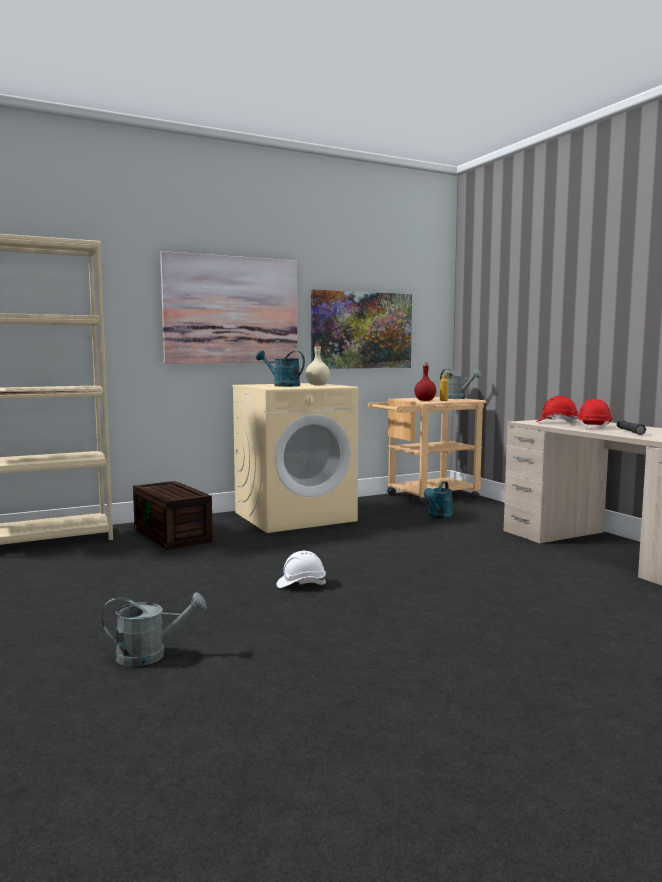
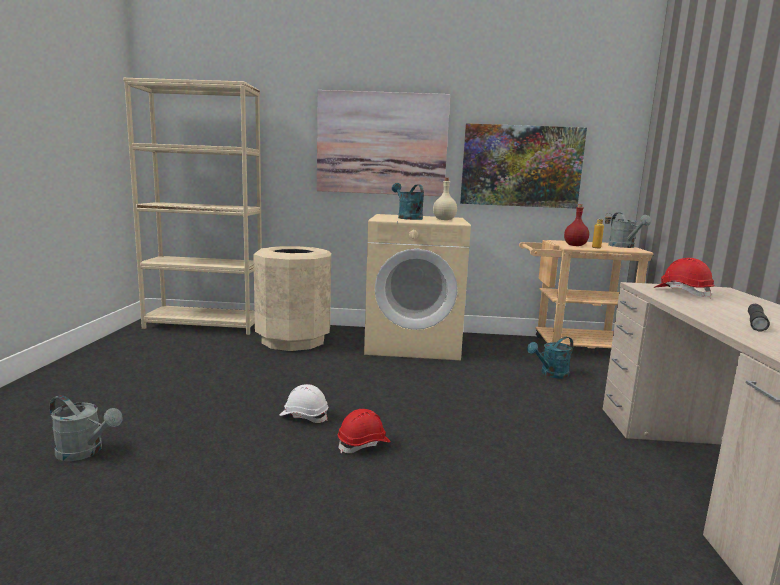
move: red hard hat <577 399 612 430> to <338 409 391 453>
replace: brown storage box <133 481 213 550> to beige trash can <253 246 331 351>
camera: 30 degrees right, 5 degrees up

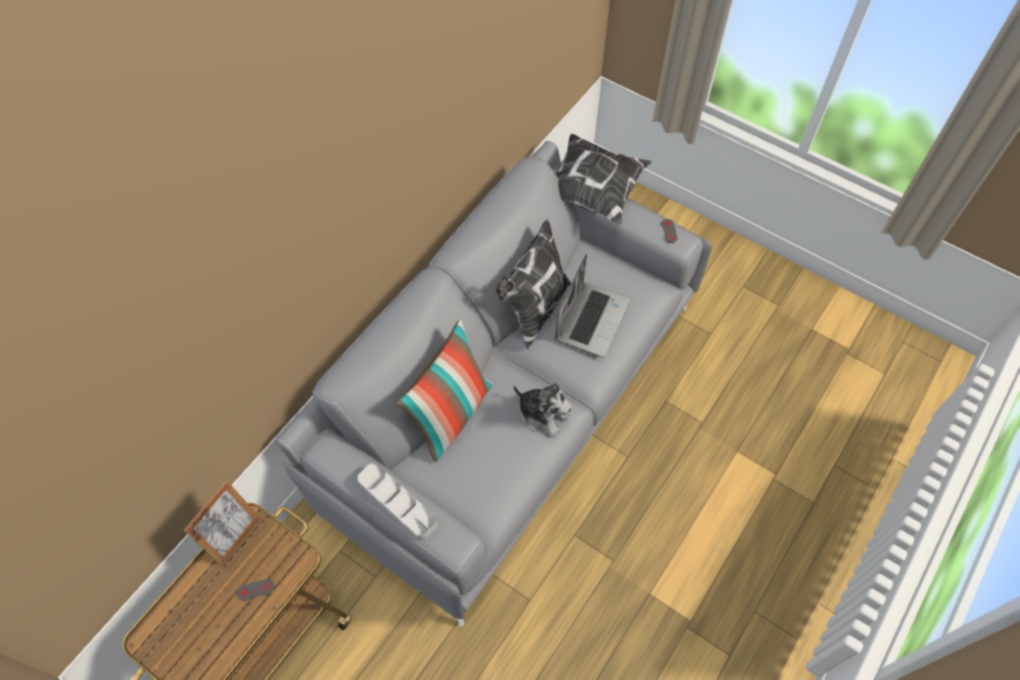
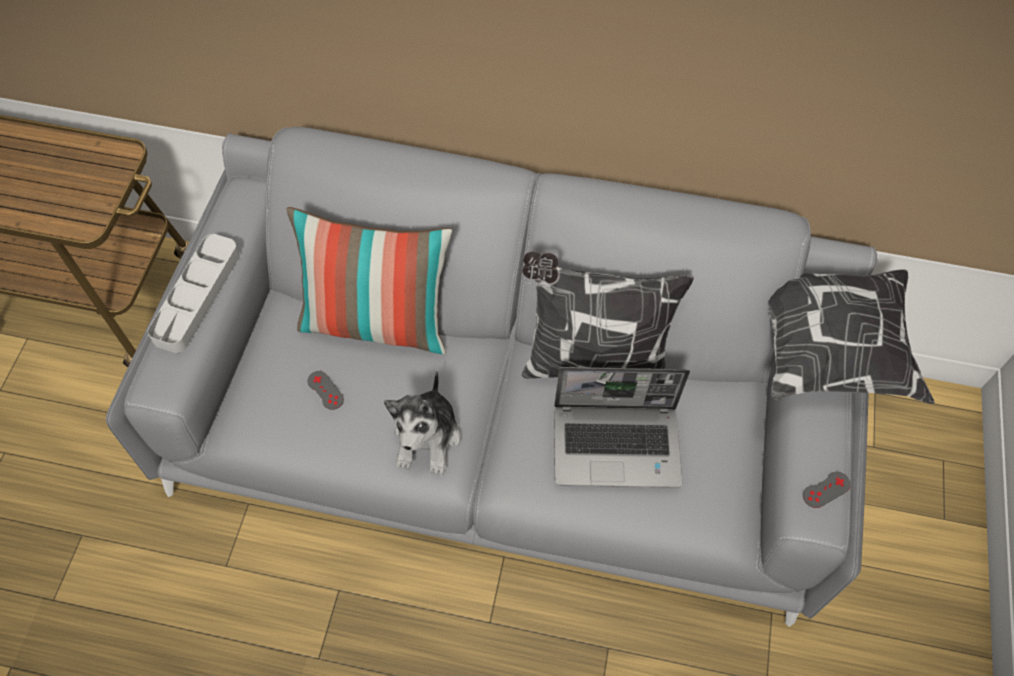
delete: picture frame <184 480 260 565>
move: grey game controller <237 579 275 601> to <307 371 344 410>
camera: 65 degrees right, 0 degrees up

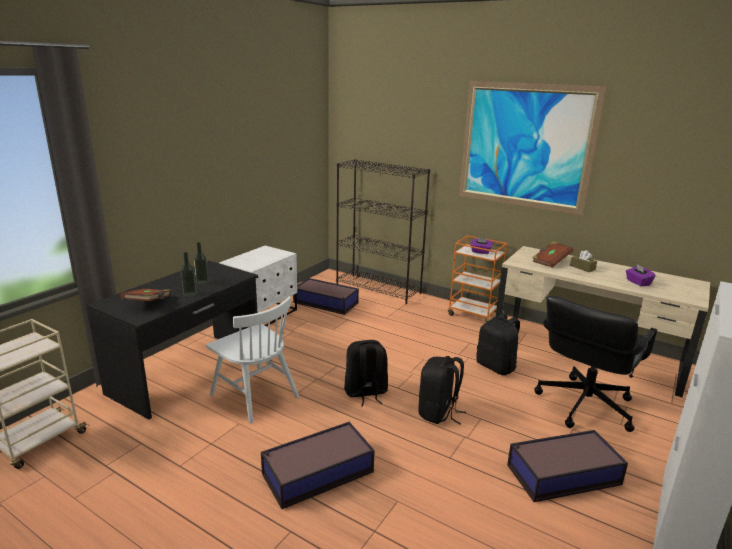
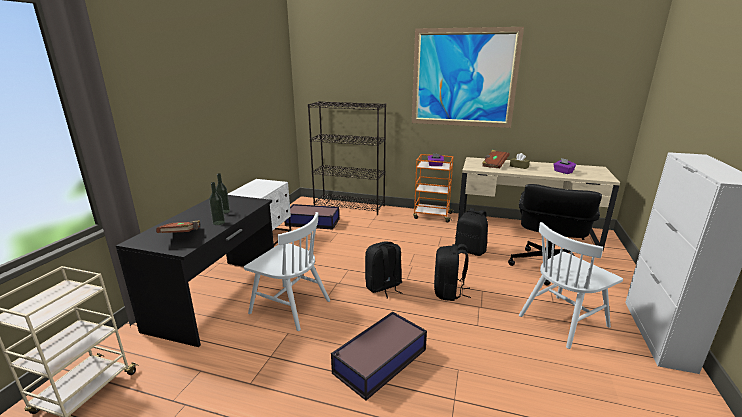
replace: storage box <507 430 628 502> to white chair <519 222 623 349>
camera: 15 degrees left, 0 degrees up

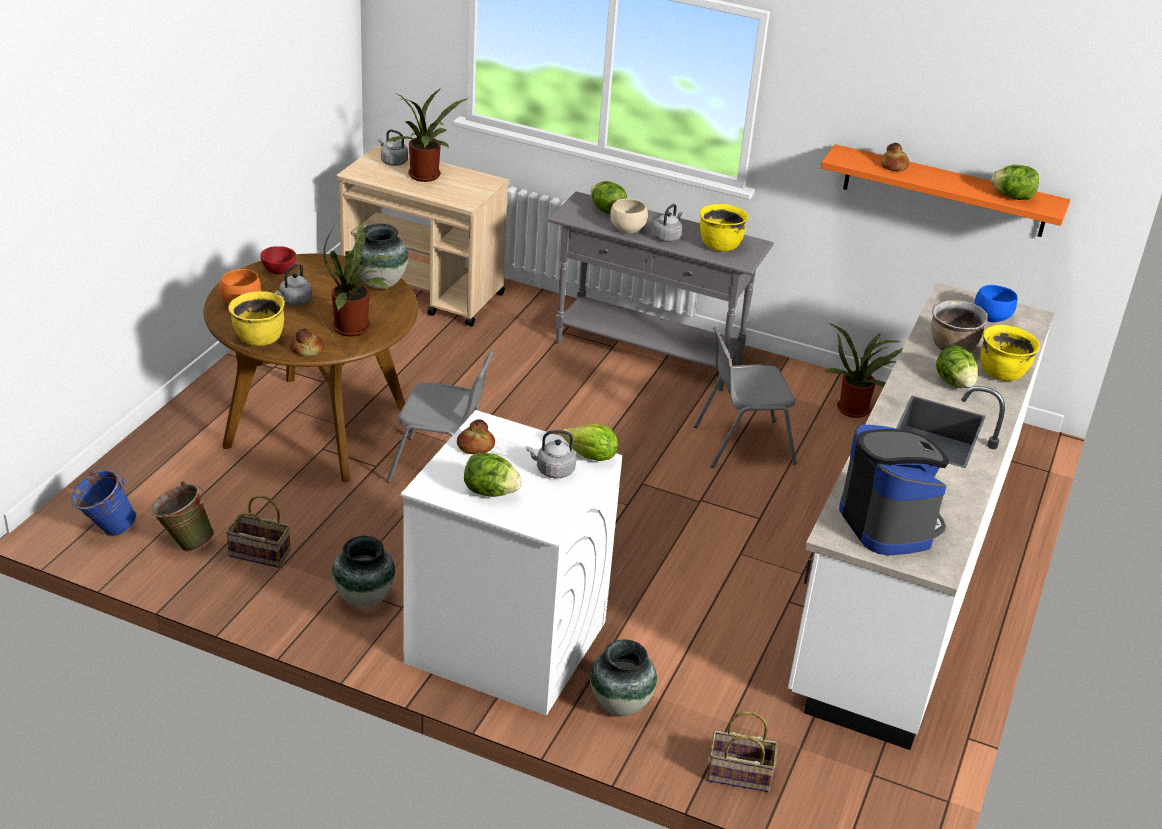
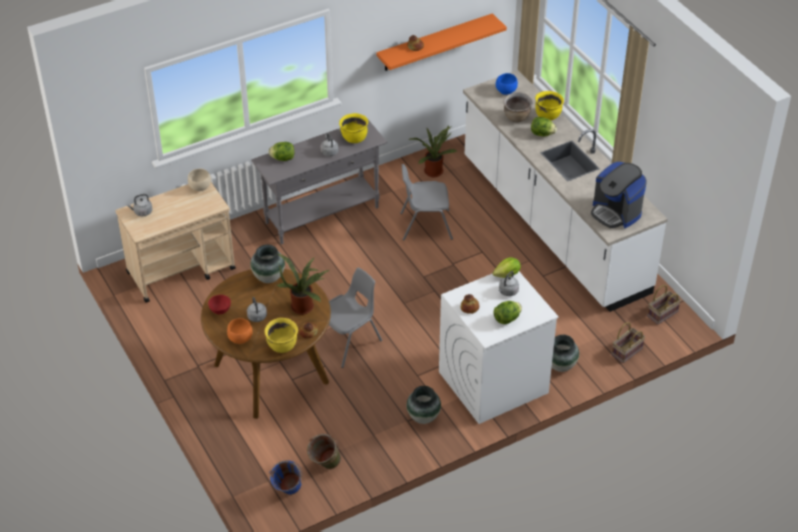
delete: potted plant <385 87 467 182>; lettuce <991 165 1039 200>
move: beige bowl <610 198 648 234> to <188 169 211 191>; basket <225 495 291 568> to <647 285 681 324>
rotate: grey chair <694 327 797 468> = <400 164 453 241> 60 degrees clockwise; coffee machine <839 424 949 555> = <591 162 647 228> 150 degrees counterclockwise
camera: 50 degrees left, 10 degrees up

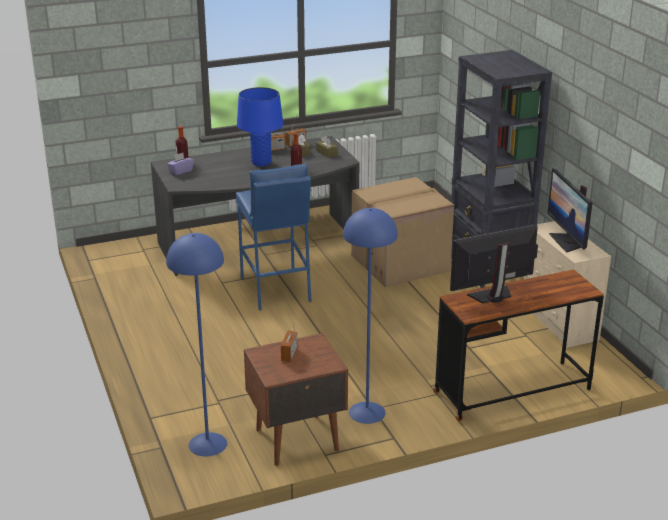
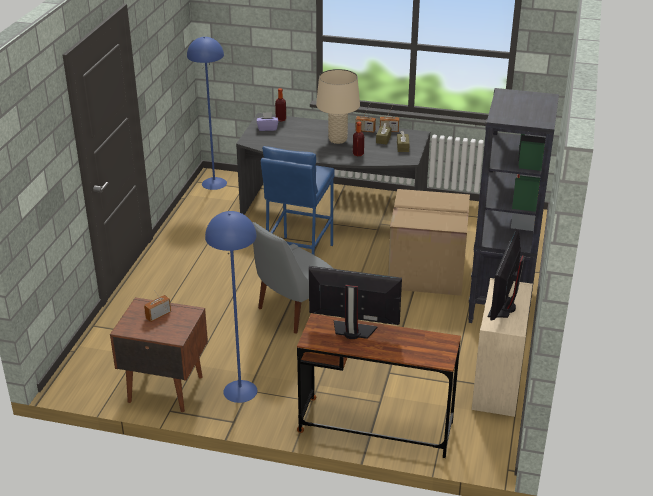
insert: grey chair <253 222 334 334>
move: blue floor lamp <166 233 227 456> to <187 37 227 190>
recolor: blue table lamp <237 87 283 166> to beige table lamp <316 69 360 144>
camera: 35 degrees right, 5 degrees up

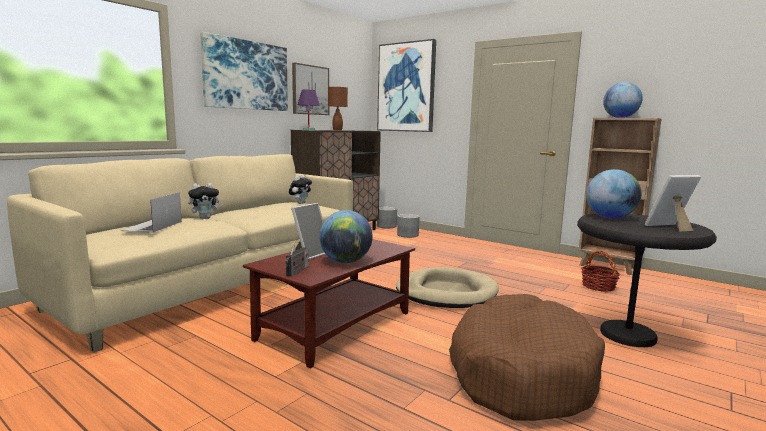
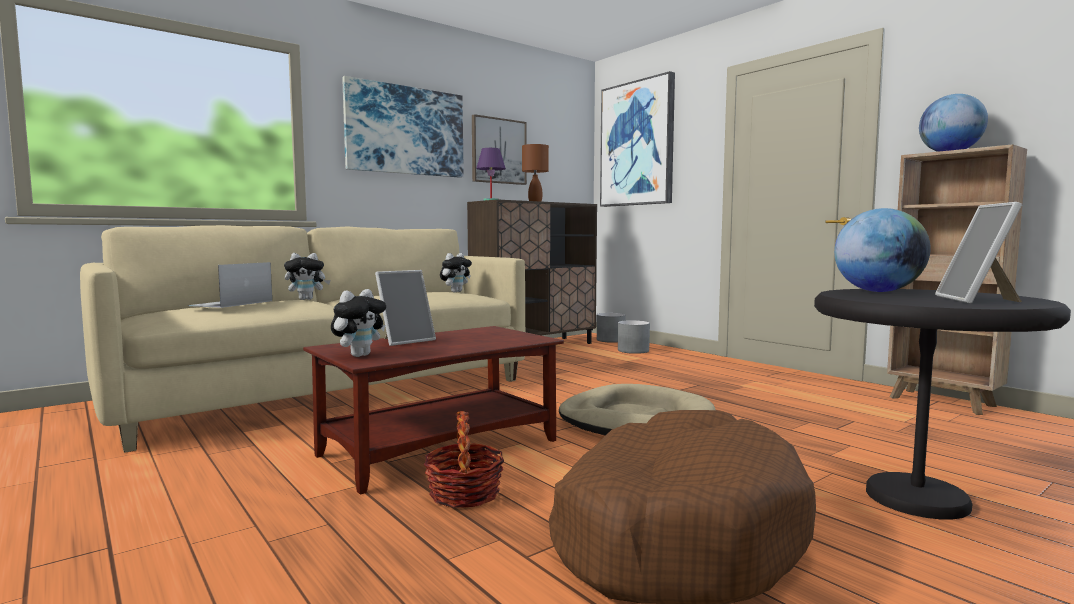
delete: globe <320 210 373 263>
move: basket <581 251 620 292> to <424 411 504 508>
replace: radio <285 242 308 277> to plush toy <331 289 386 357>
rotate: picture frame <645 175 701 232> = <935 202 1023 303> 75 degrees counterclockwise
camera: 15 degrees right, 5 degrees down

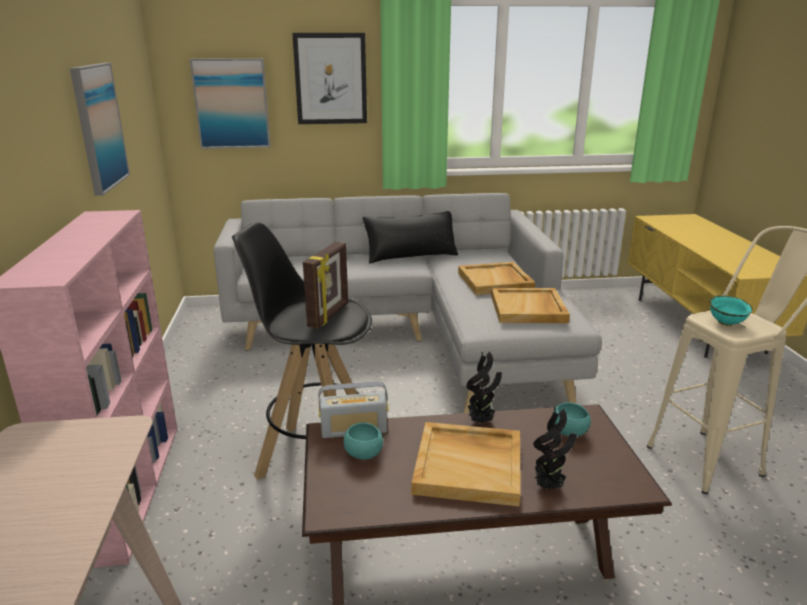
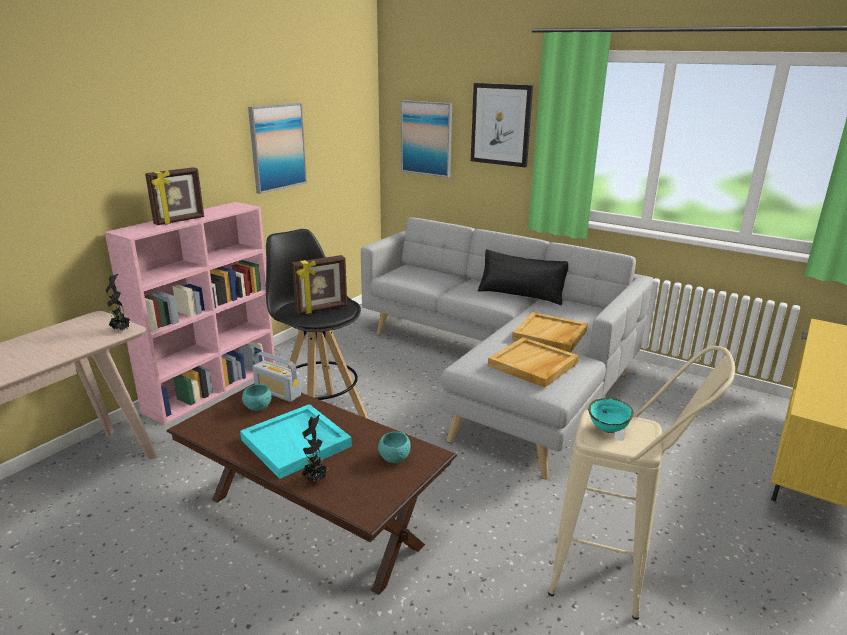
insert: picture frame <145 167 204 225>
move: potted plant <466 352 502 424> to <106 274 132 331>
recolor: beige tray <411 422 521 507> to turquoise tray <240 404 352 479>
camera: 40 degrees right, 0 degrees up

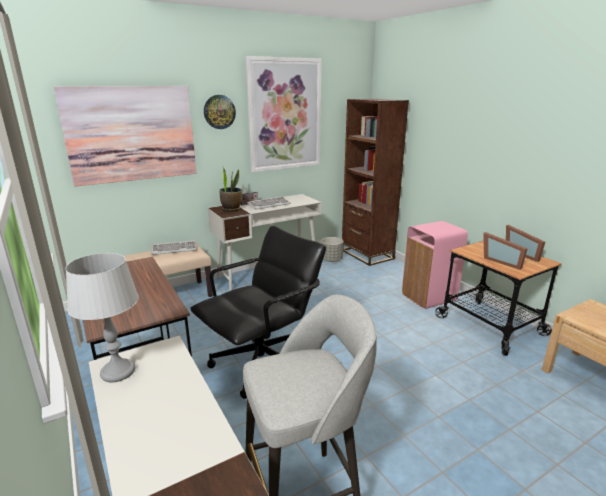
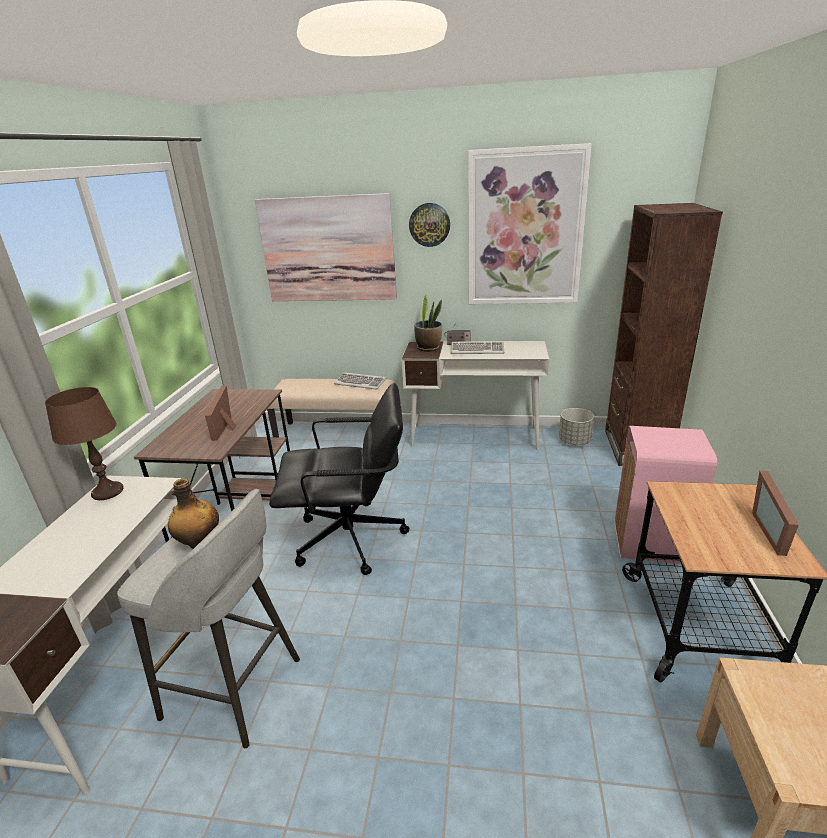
insert: bottle <168 478 219 549>
move: picture frame <483 232 527 270> to <205 386 237 441>
recolor: grey table lamp <65 253 139 382> to brown table lamp <45 387 123 500>
camera: 40 degrees right, 5 degrees up

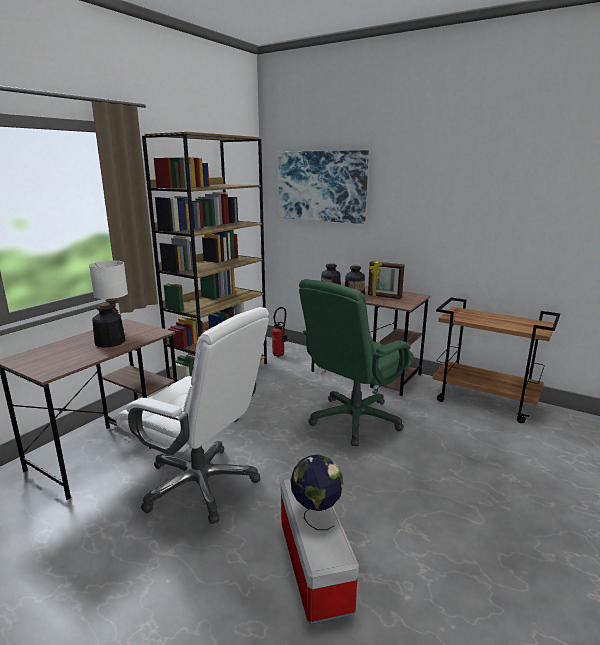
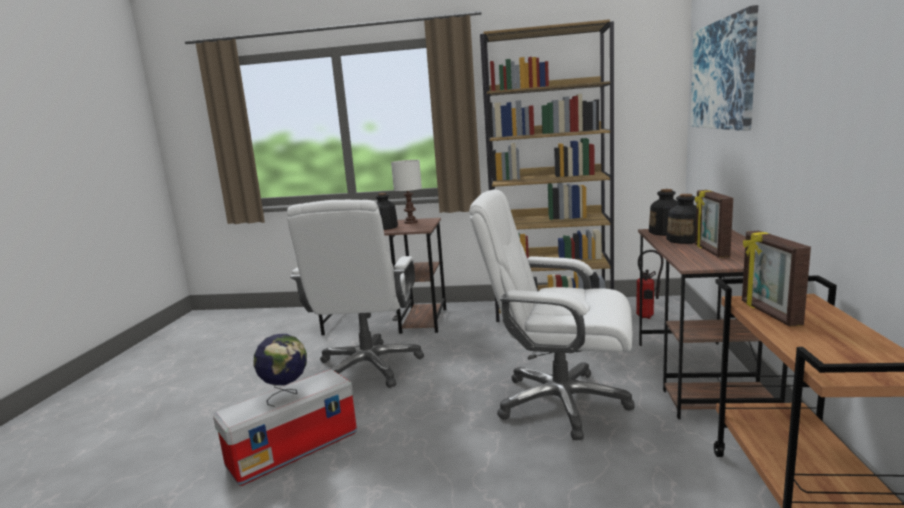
insert: picture frame <742 230 811 327>
recolor: green office chair <299 279 414 446> to white office chair <469 189 635 440>
camera: 65 degrees right, 5 degrees down

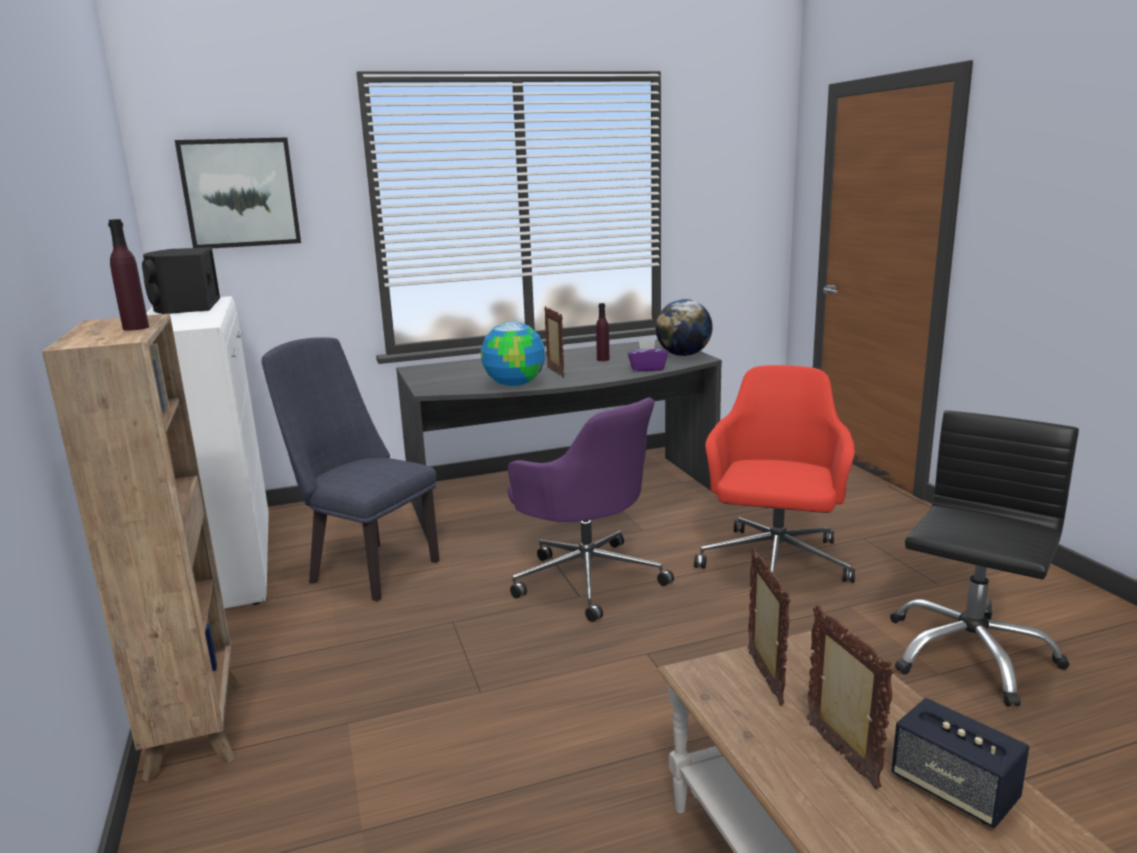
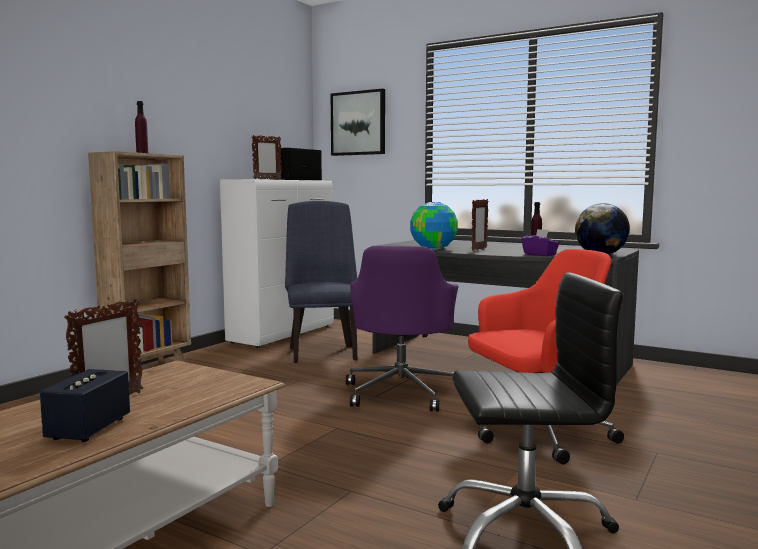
move: picture frame <748 547 791 705> to <252 135 282 180>
camera: 50 degrees right, 10 degrees down

